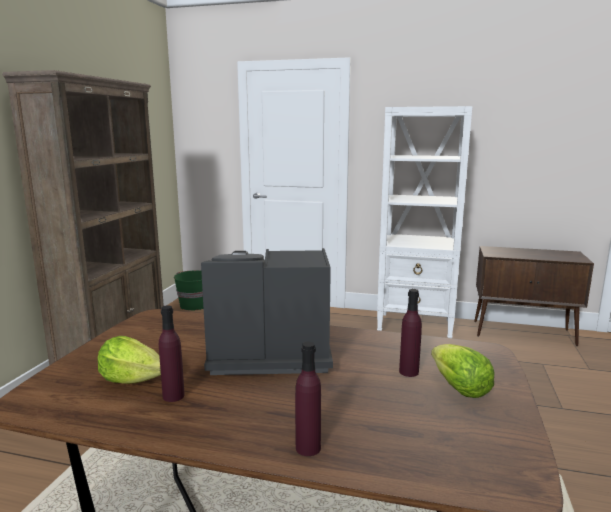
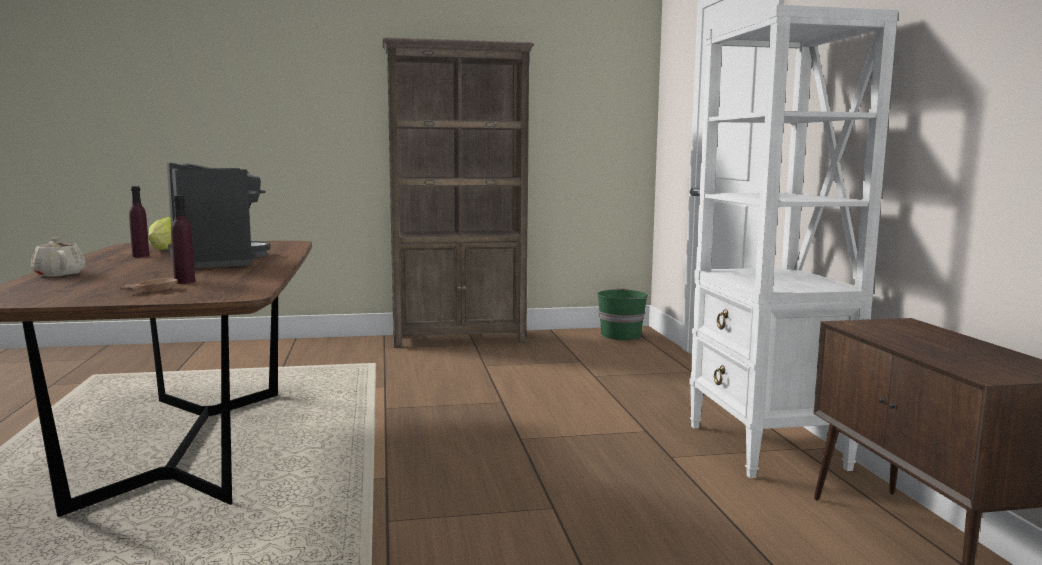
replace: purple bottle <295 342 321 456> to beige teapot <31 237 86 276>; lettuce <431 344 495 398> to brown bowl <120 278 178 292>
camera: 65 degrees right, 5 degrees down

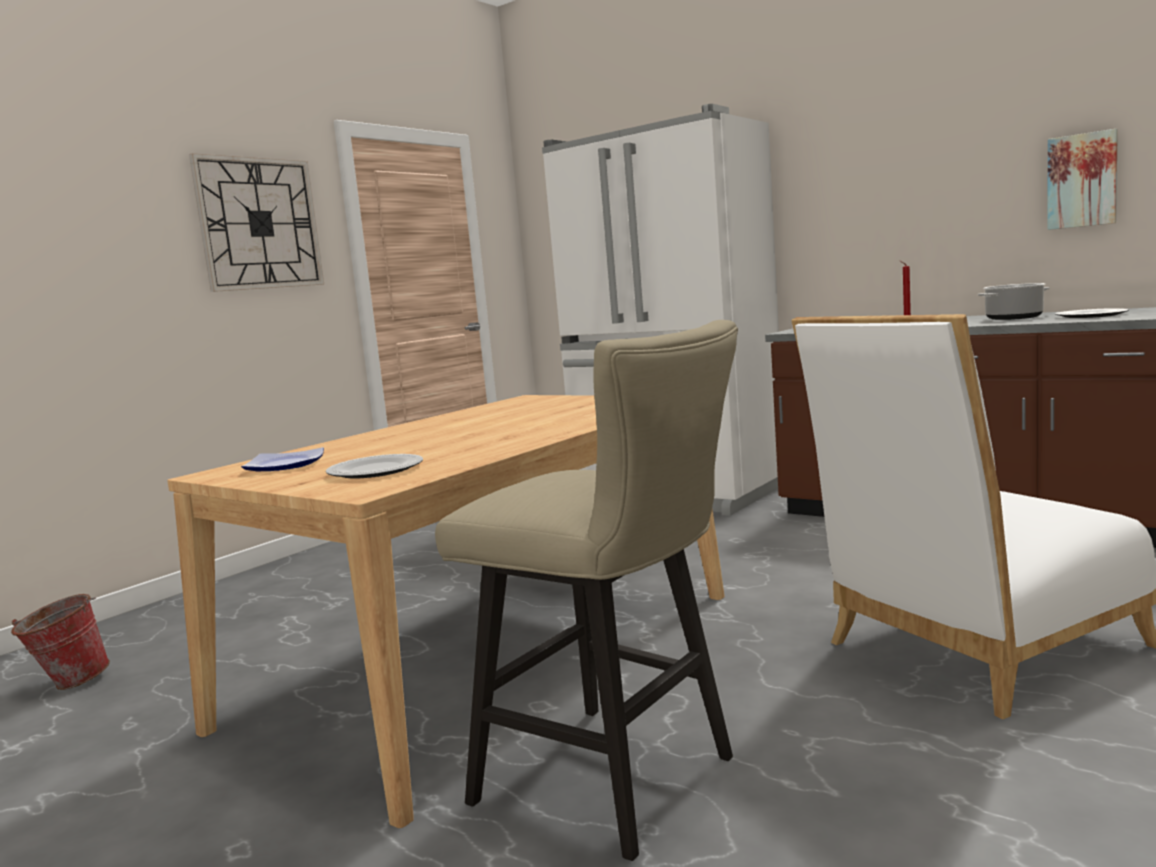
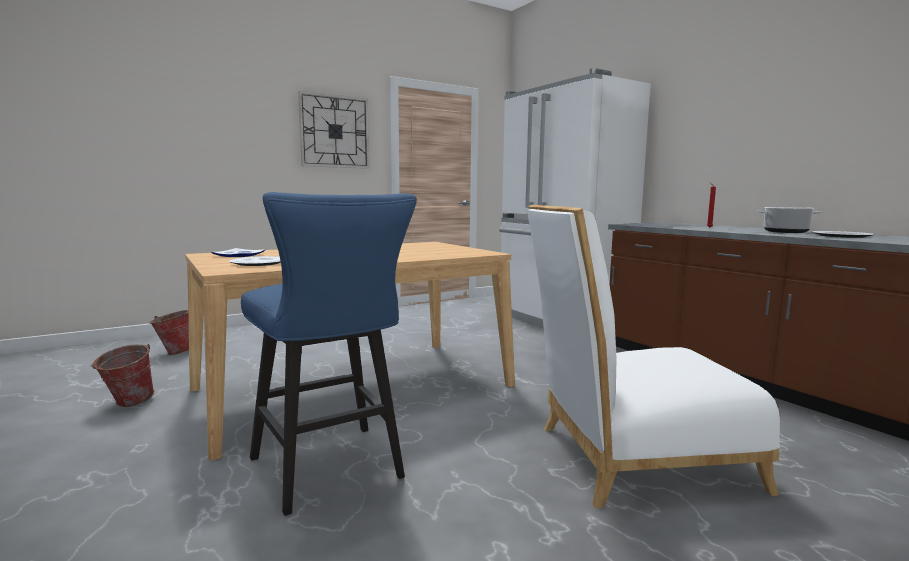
delete: picture <1047 129 1118 230>
insert: bucket <91 344 154 407>
recolor: beige stool <435 320 738 861> to blue stool <241 192 417 516>
camera: 20 degrees right, 0 degrees up

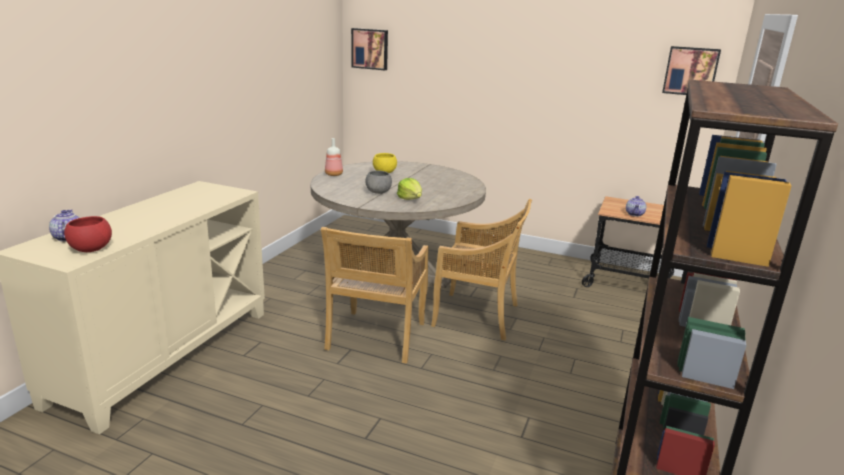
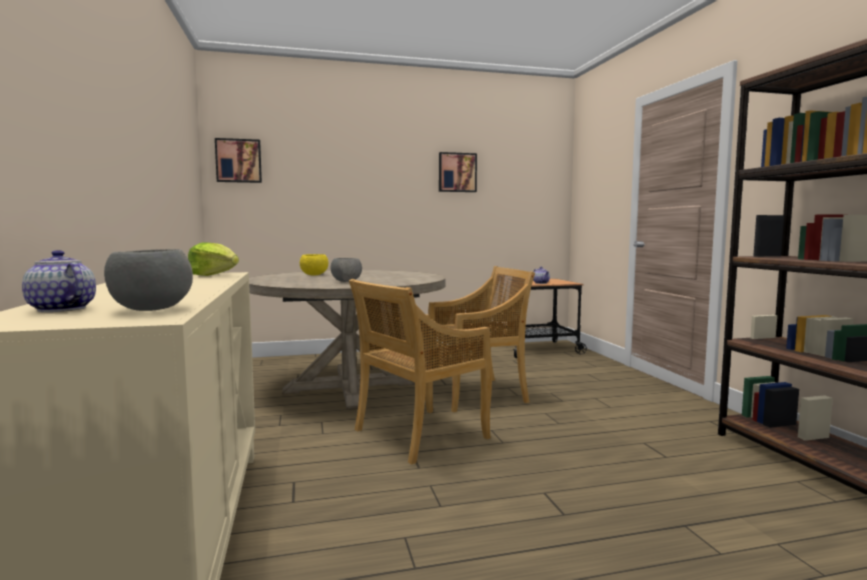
delete: bottle <325 138 343 176>
move: picture <662 46 721 95> to <439 152 477 192>; lettuce <397 178 422 200> to <188 242 239 276>
recolor: red bowl <64 216 112 252> to grey bowl <104 249 193 311>
rotate: beige chair <321 227 428 364> = <349 279 492 465> 75 degrees clockwise
camera: 35 degrees left, 15 degrees down

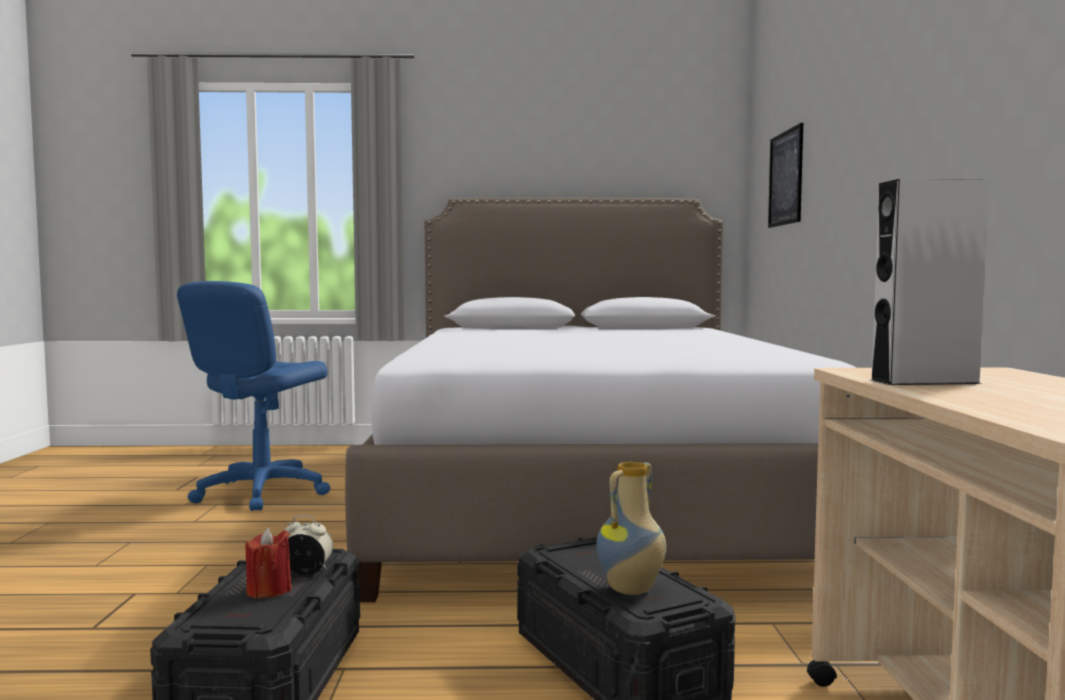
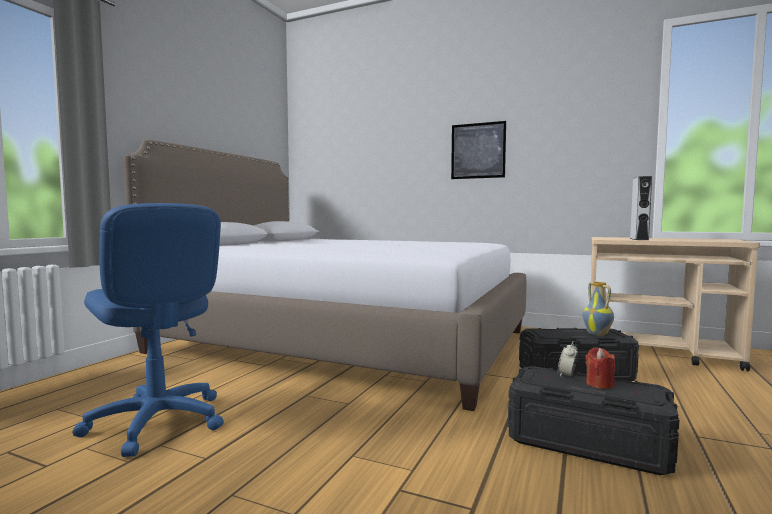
move: picture <768 123 803 228> to <451 121 506 179>
camera: 65 degrees left, 0 degrees up

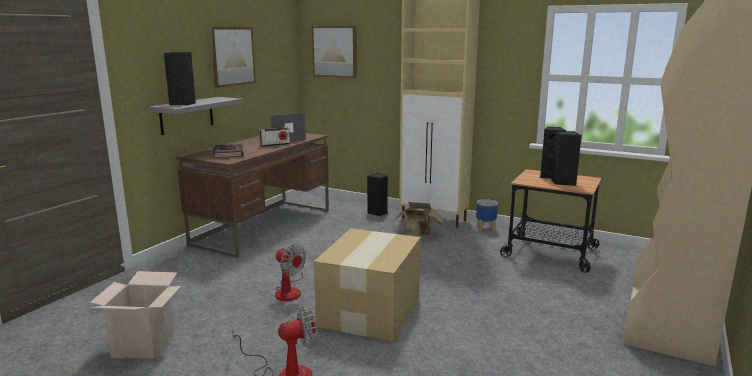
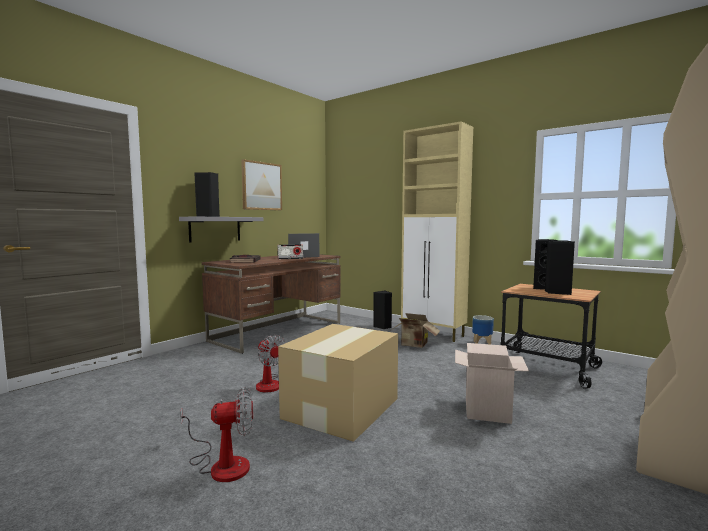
delete: picture <312 26 357 78>
move: cardboard box <89 271 181 359> to <455 343 529 424>
camera: 10 degrees right, 10 degrees down

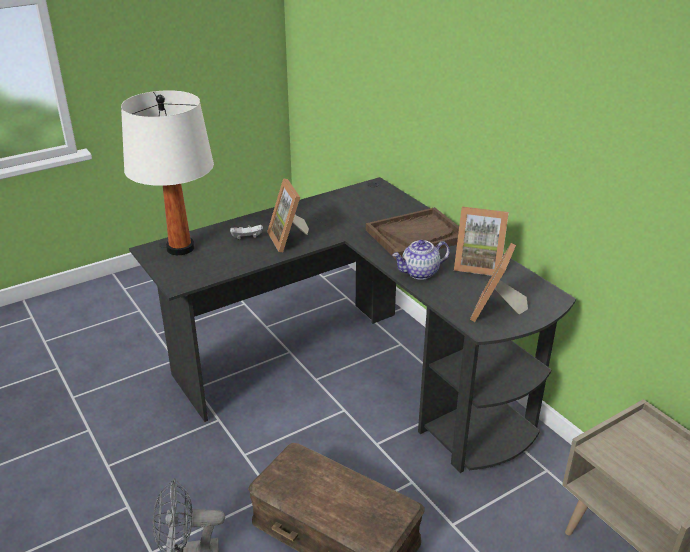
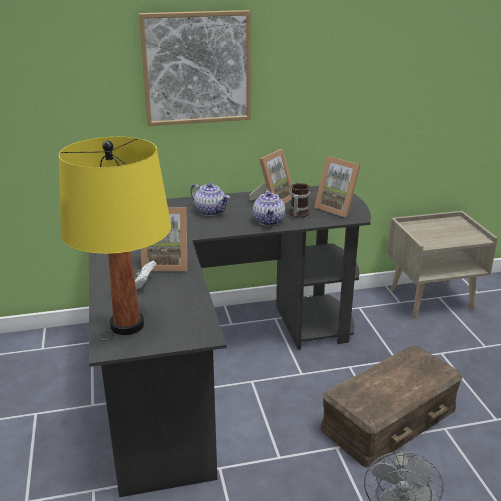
insert: picture <139 10 251 126>; mug <289 183 310 217>
replace: brown tray <366 207 459 260> to teapot <190 183 230 216>
recolor: white table lamp <121 90 214 255> to yellow table lamp <59 137 171 335>
camera: 70 degrees left, 5 degrees down

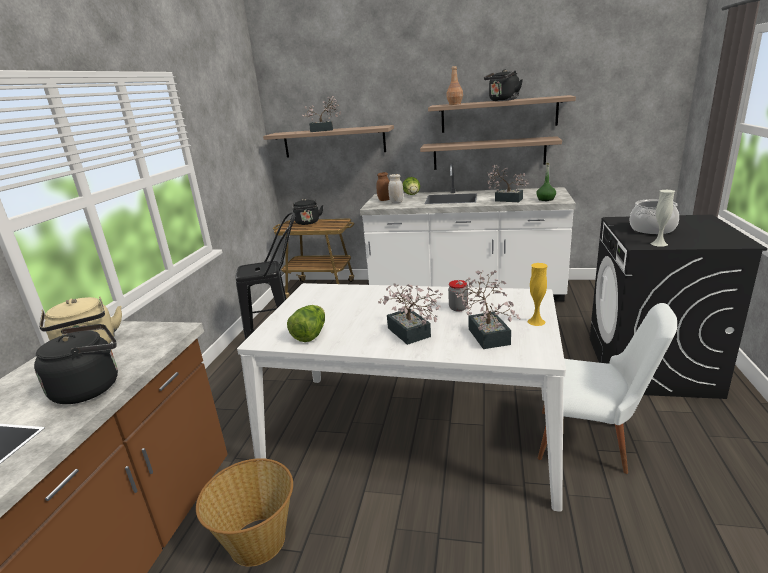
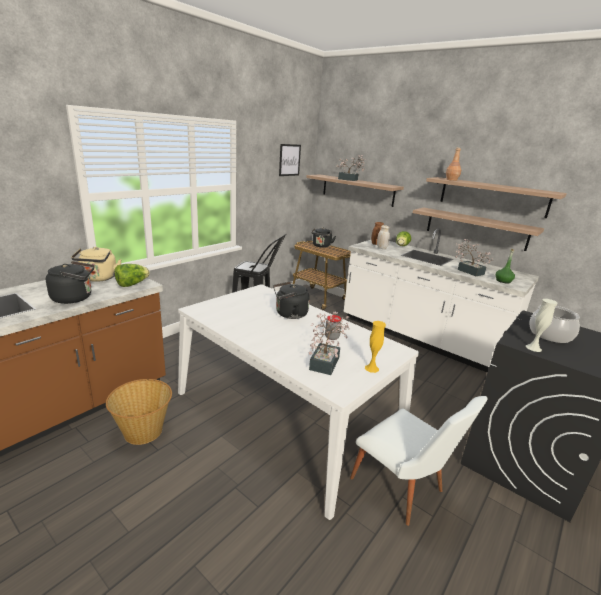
delete: potted plant <378 283 443 345>
insert: picture <279 144 301 176>
move: black kettle <484 69 523 101> to <273 281 310 319>; lettuce <287 305 325 342> to <114 264 150 287>
camera: 25 degrees right, 0 degrees up

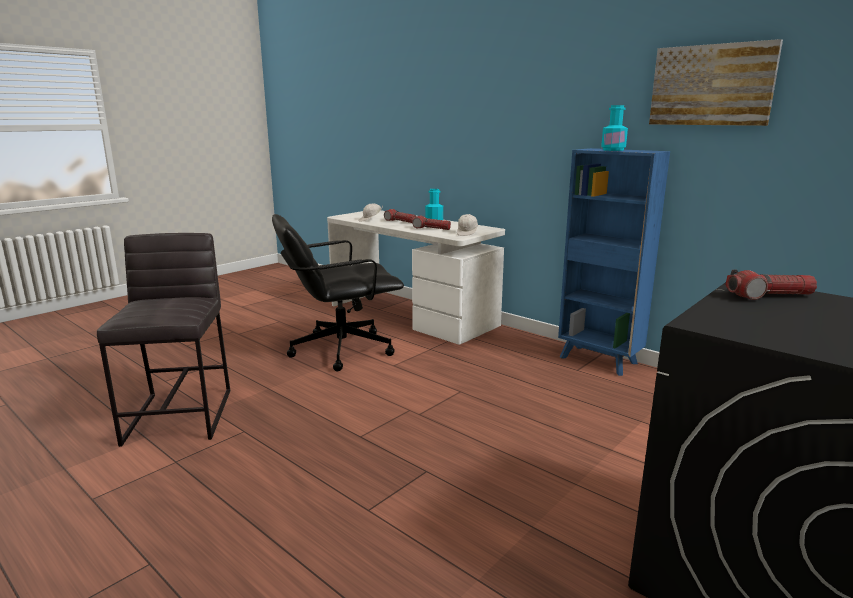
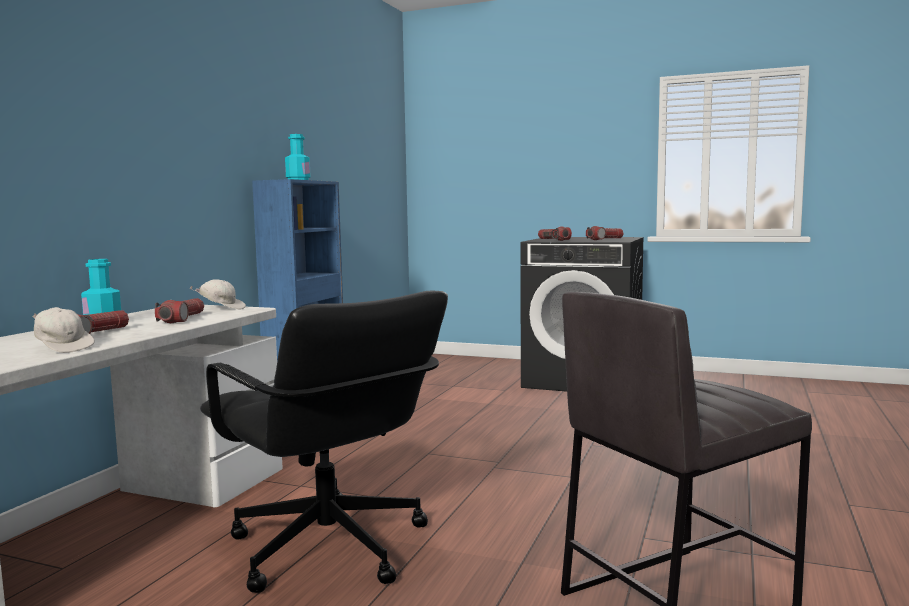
delete: picture <649 39 783 126>
insert: flashlight <586 226 624 240>
camera: 110 degrees left, 10 degrees down

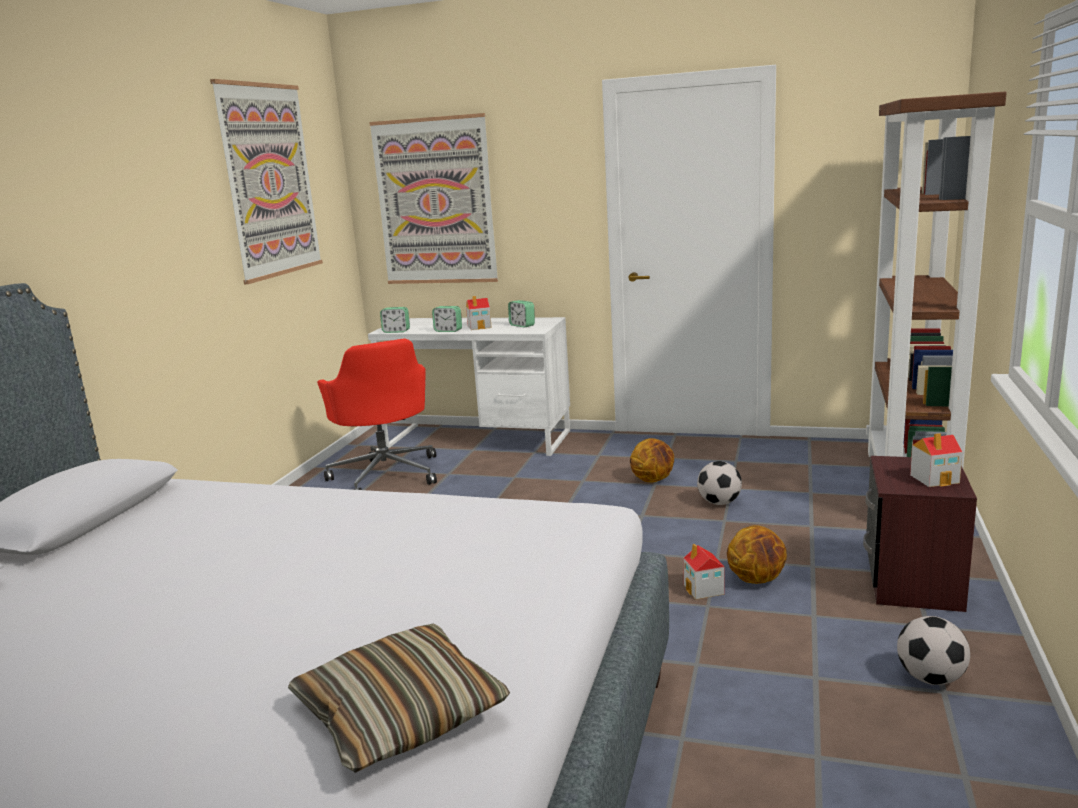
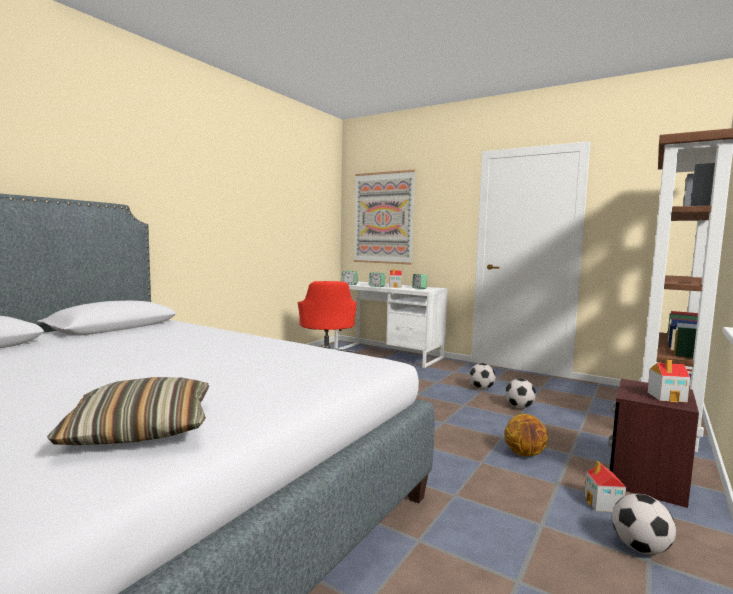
delete: picture <210 79 323 284>
move: toy house <683 544 725 600> to <584 461 626 512>
replace: basketball <630 438 674 482> to football <469 363 496 390>
camera: 15 degrees right, 10 degrees down

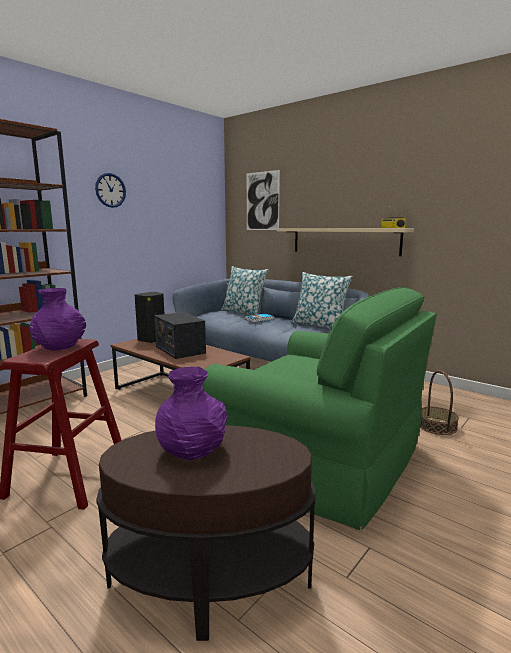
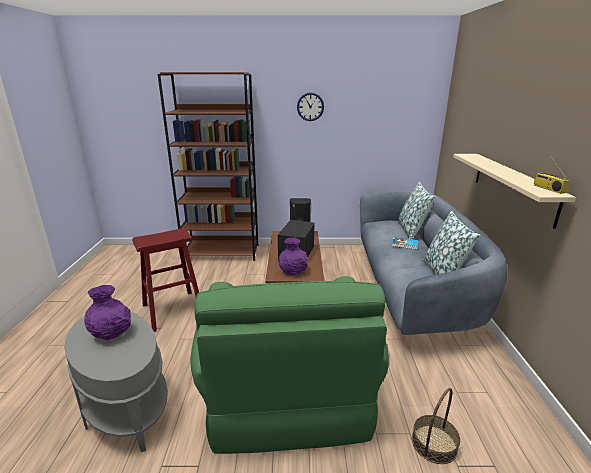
delete: picture <247 170 280 230>
move: purple vase <30 288 86 351> to <279 237 308 275>
recolor: brown side table <96 425 316 641> to grey side table <64 312 168 452>
camera: 50 degrees right, 10 degrees up

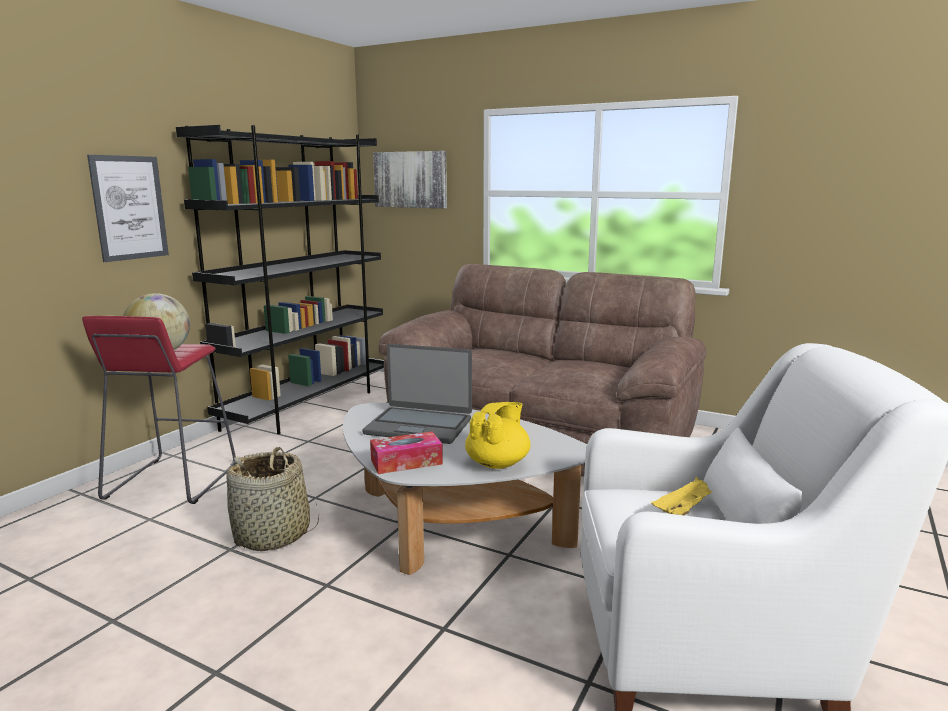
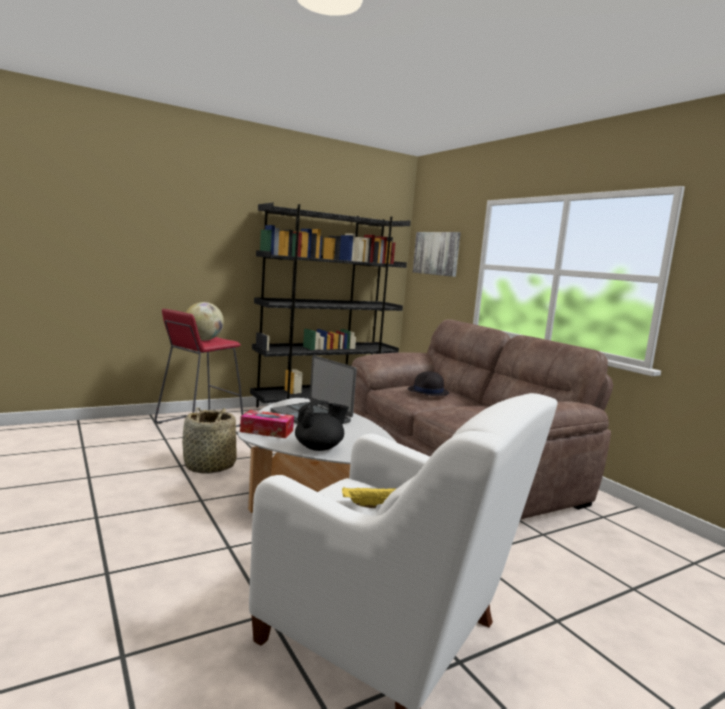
delete: picture <87 155 169 262>
insert: black hat <408 371 449 396>
recolor: yellow teapot <465 402 530 469> to black teapot <295 400 349 451>
camera: 30 degrees right, 5 degrees down

